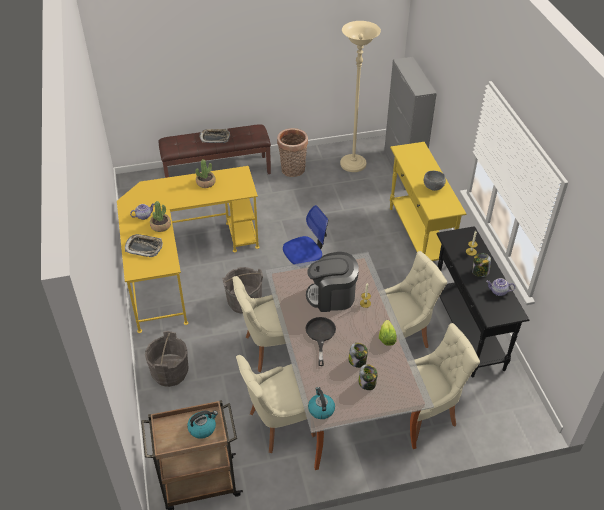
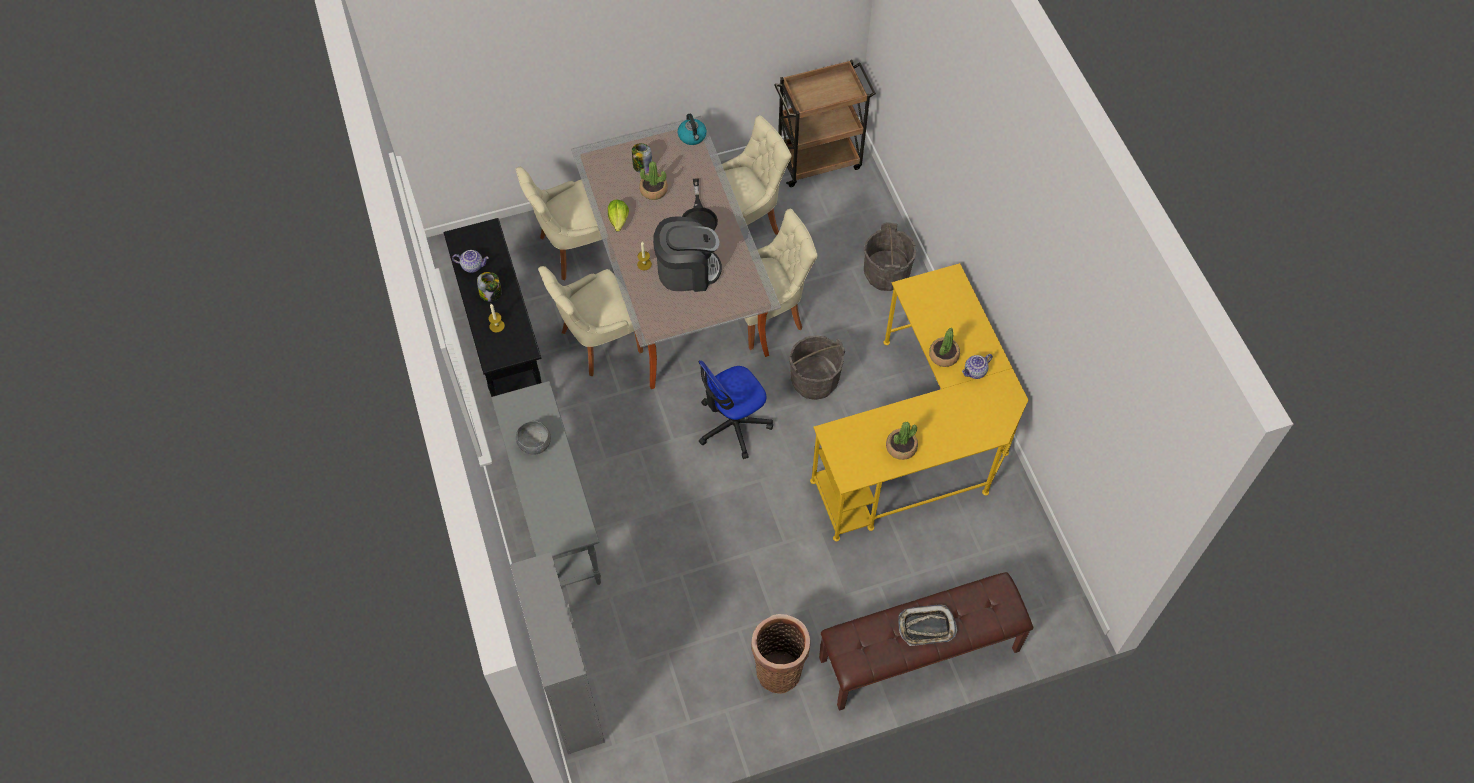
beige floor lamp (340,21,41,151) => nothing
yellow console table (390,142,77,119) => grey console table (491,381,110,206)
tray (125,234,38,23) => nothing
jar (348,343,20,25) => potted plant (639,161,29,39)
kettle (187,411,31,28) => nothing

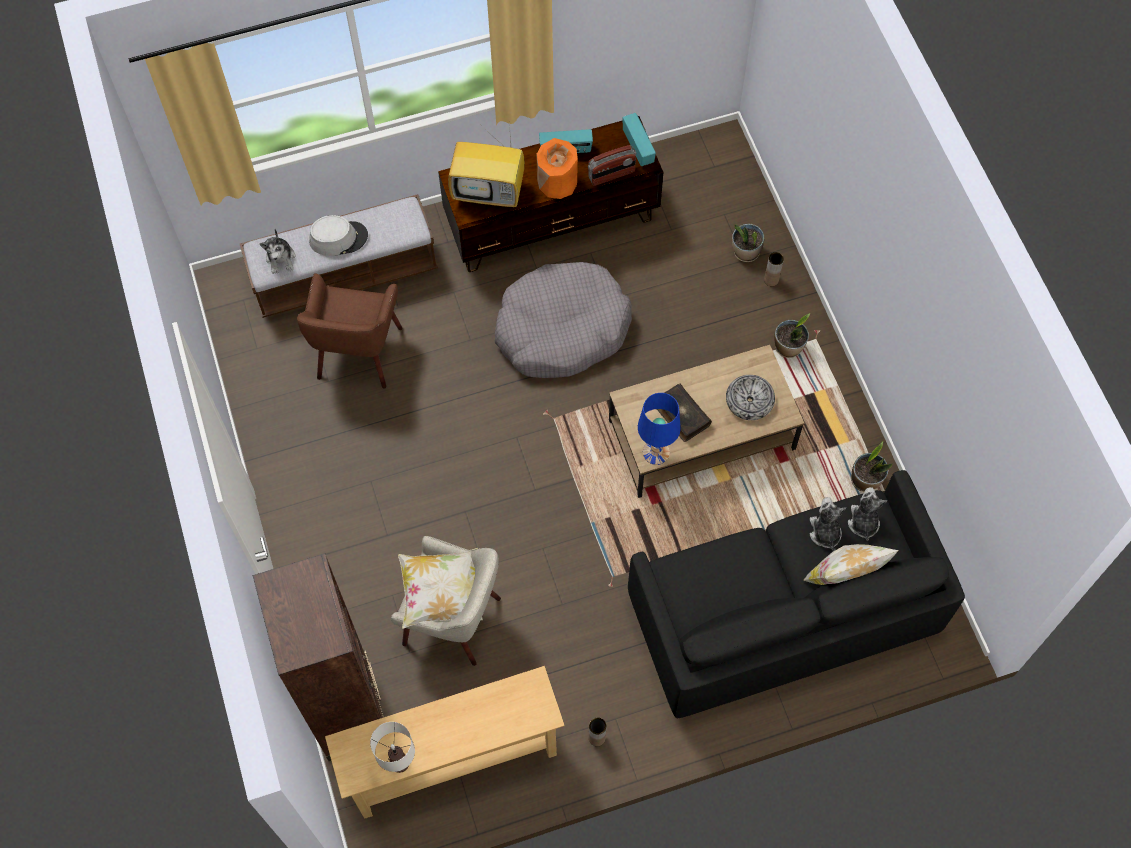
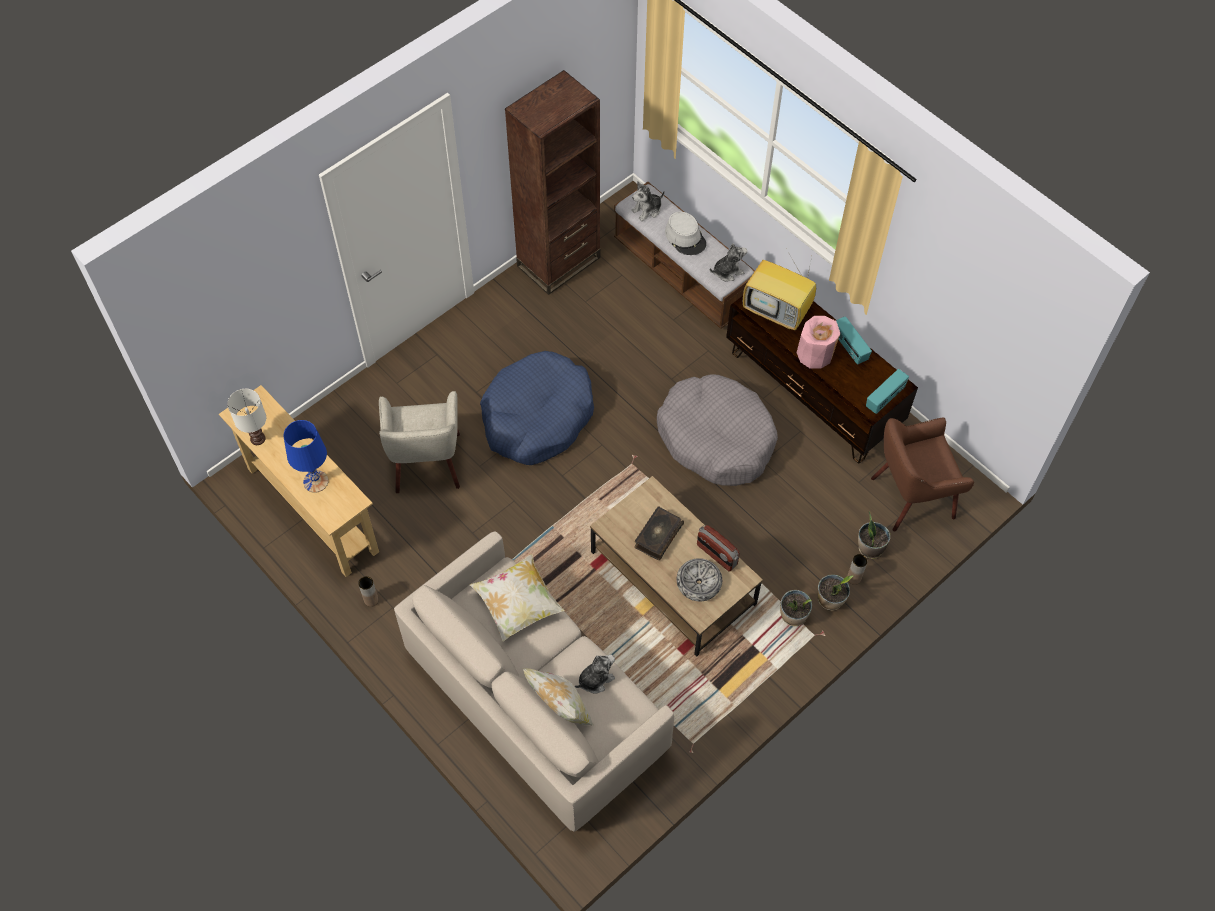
television (448,122,77,85) => television (743,247,73,83), 45 degrees counterclockwise
orange vase (537,138,41,61) => pink vase (797,316,43,53)
radio (588,145,48,41) => radio (697,525,43,46), relocated
brown armchair (297,274,106,115) => brown armchair (871,418,103,114), relocated
blue table lamp (638,393,43,72) => blue table lamp (283,420,46,73), relocated
potted plant (851,442,42,50) => potted plant (817,574,36,37), relocated
black sofa (628,470,337,249) => beige sofa (394,531,280,301)
plush toy (848,487,39,54) => plush toy (710,243,37,38), relocated
pillow (398,548,85,81) => pillow (470,554,95,88), relocated
brown bookcase (253,553,131,208) => brown bookcase (505,70,95,225), relocated
nothing => blue dog bed (480,351,114,114)

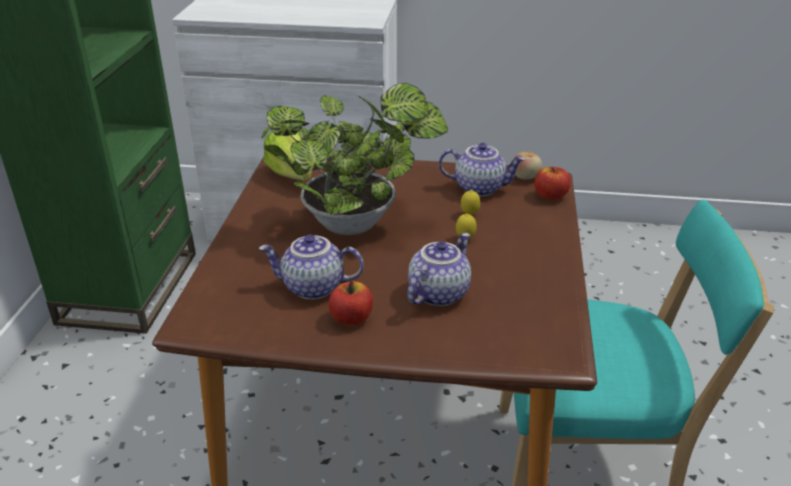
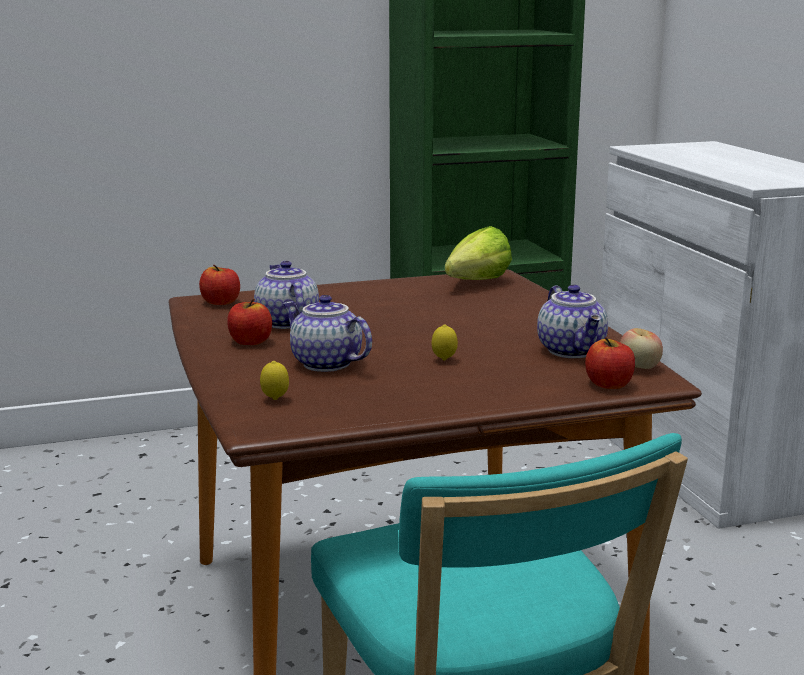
potted plant (261,83,187,152) => nothing
lemon (461,190,19,25) => lemon (260,361,29,39), relocated
teapot (407,233,64,73) => teapot (283,295,89,77), 150 degrees counterclockwise
nothing => apple (199,265,41,40)

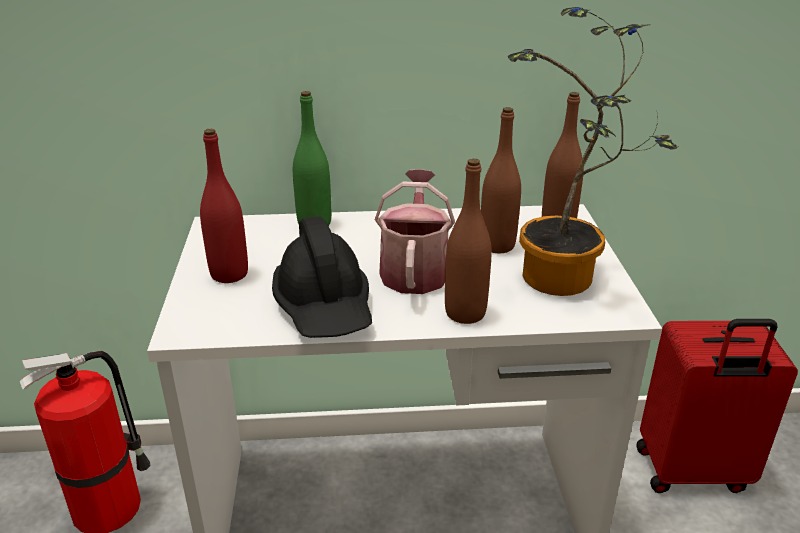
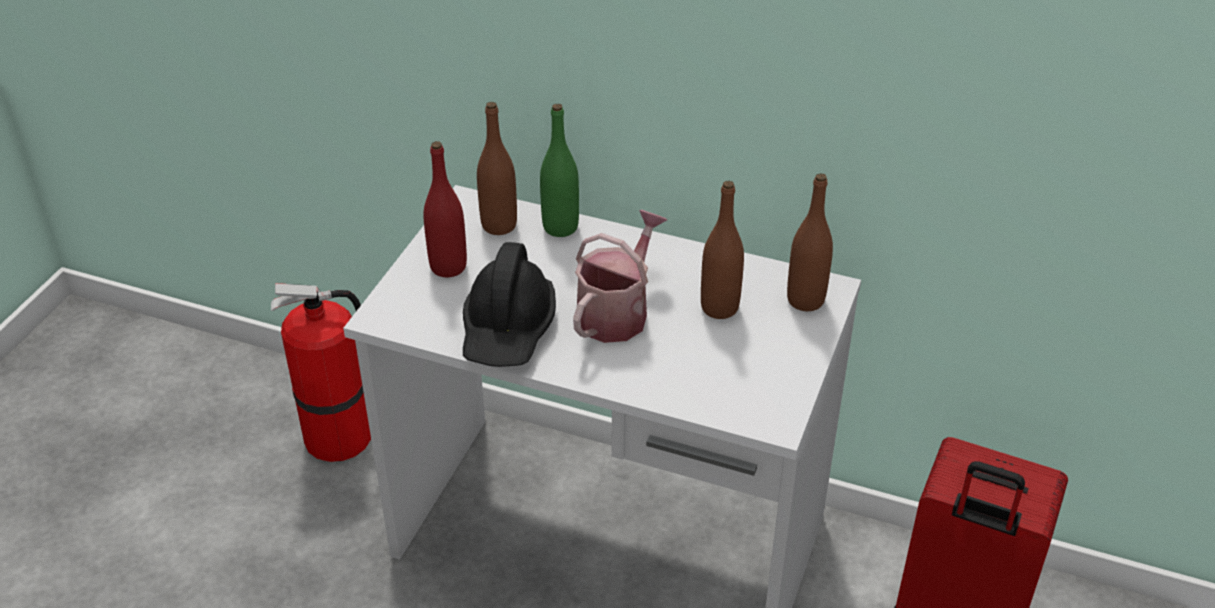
potted plant (508,7,170,289) => nothing
brown bottle (445,158,46,166) => brown bottle (477,102,40,133), relocated

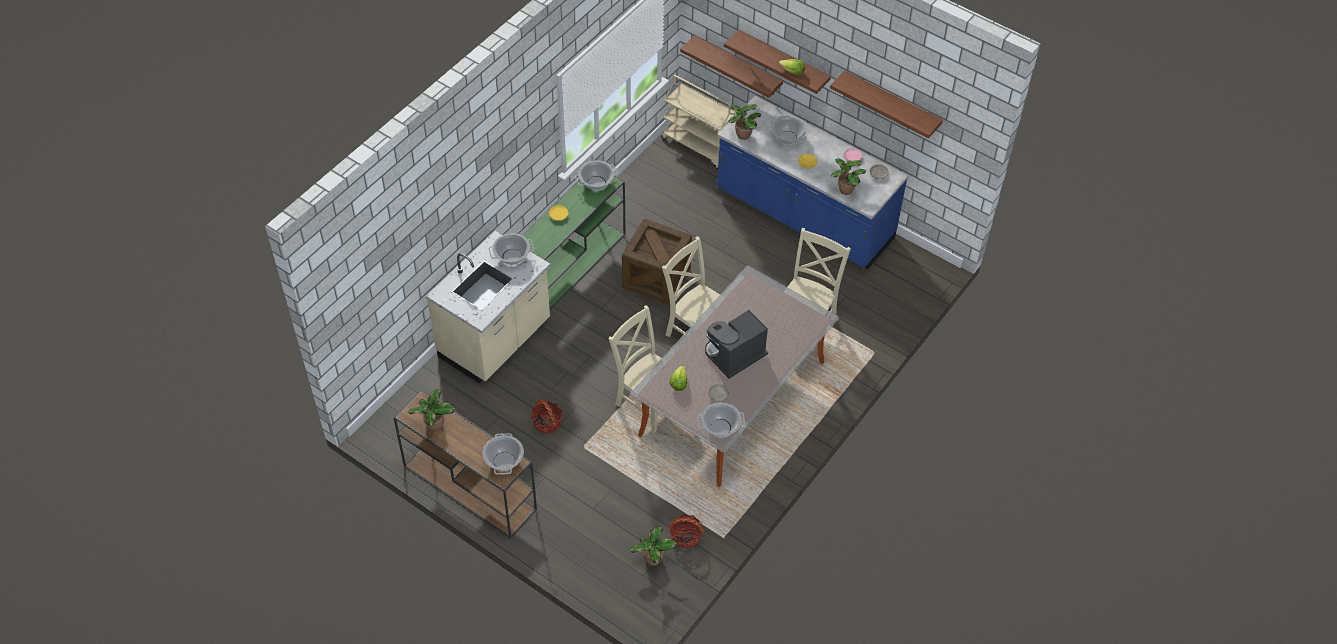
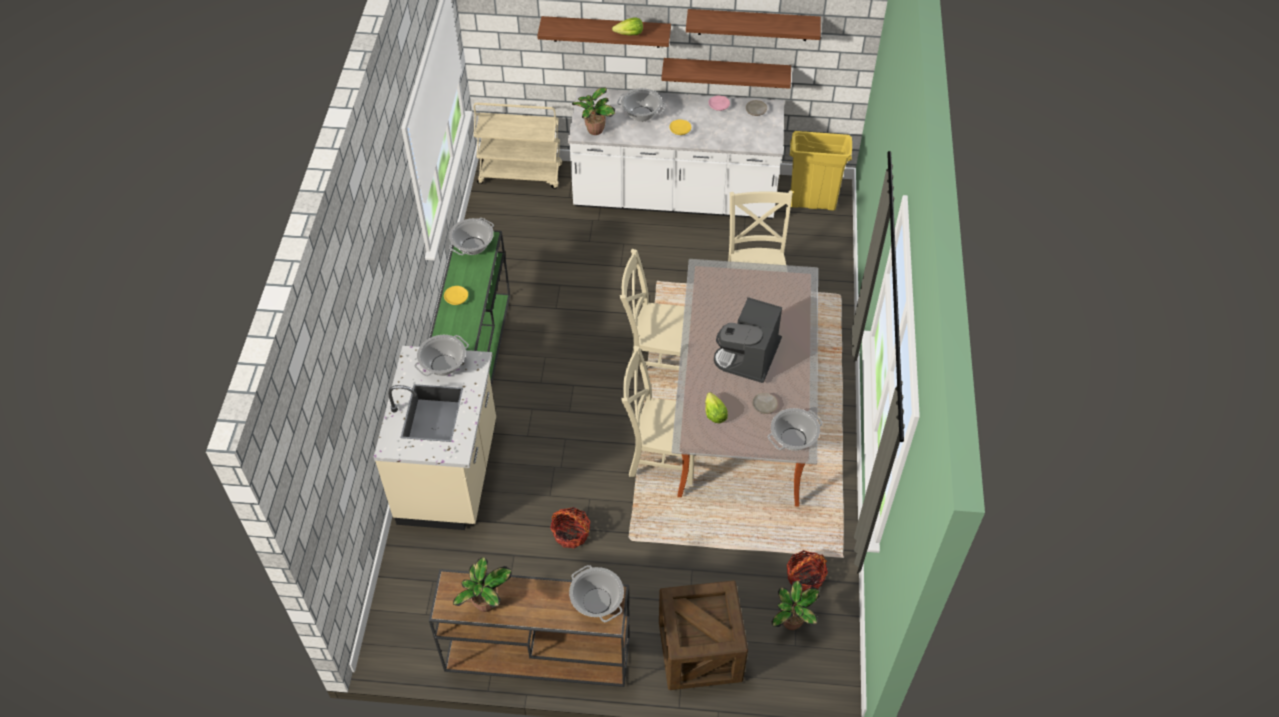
shelf (680,35,103,63) => shelf (661,58,130,31), relocated
blue counter (717,96,191,173) => white counter (568,88,216,131)
potted plant (831,159,35,36) => nothing
crate (622,219,70,86) => crate (659,580,89,110), relocated
nothing => yellow trash can (790,131,62,80)

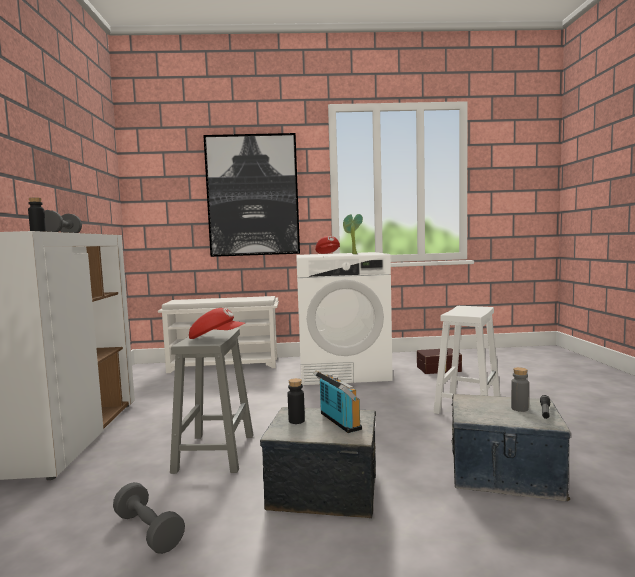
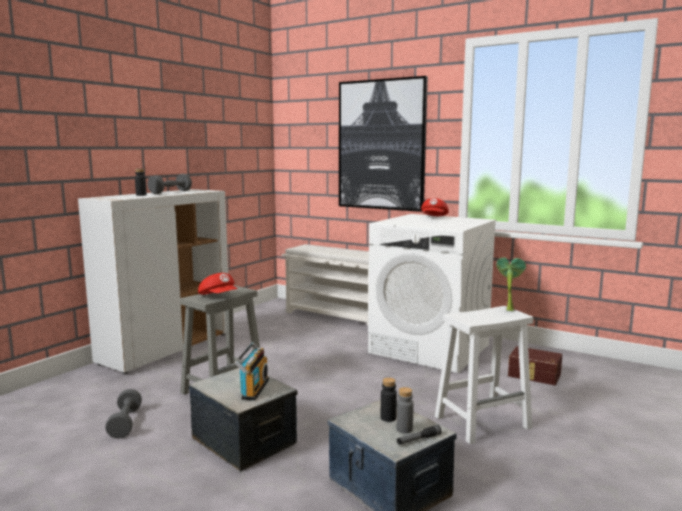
potted plant (343,214,20,40) => potted plant (496,257,30,54), relocated
black bottle (288,378,17,46) => black bottle (381,378,16,44), relocated

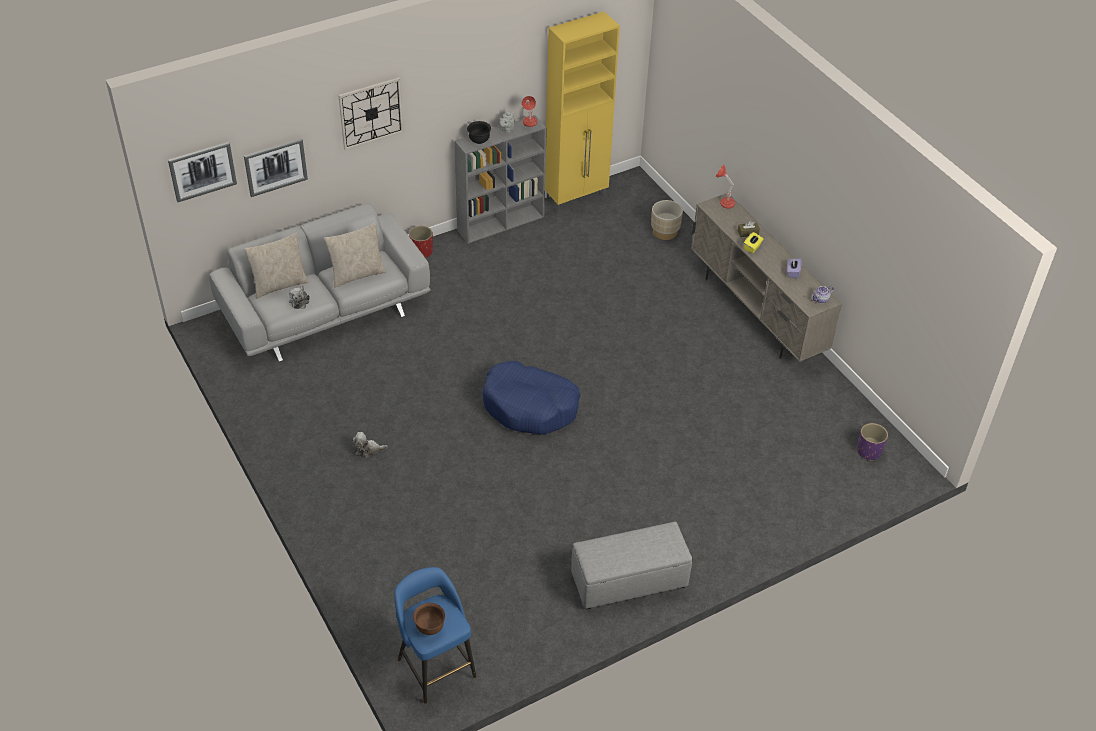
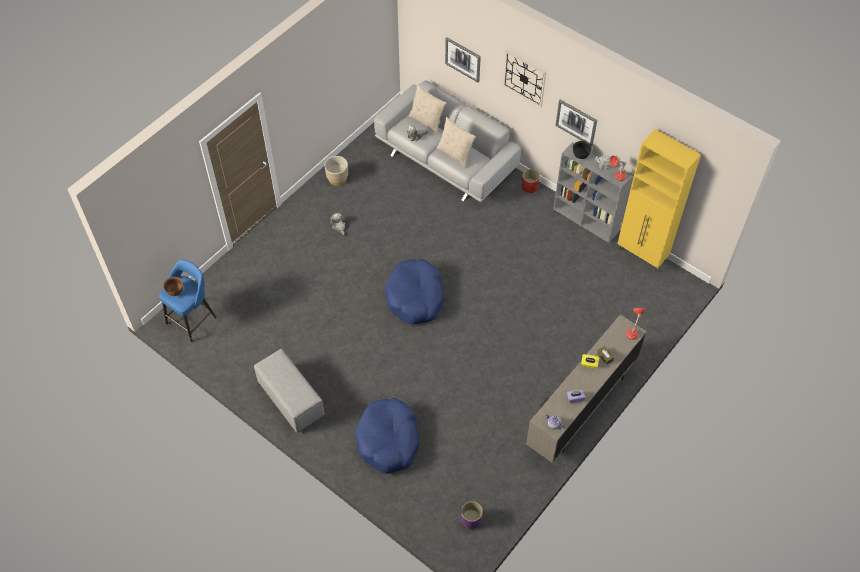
picture (168,142,69,60) => picture (556,99,41,47), relocated
beige planter (651,200,32,40) => beige planter (324,156,24,30), relocated
nothing => blue dog bed (355,398,65,76)

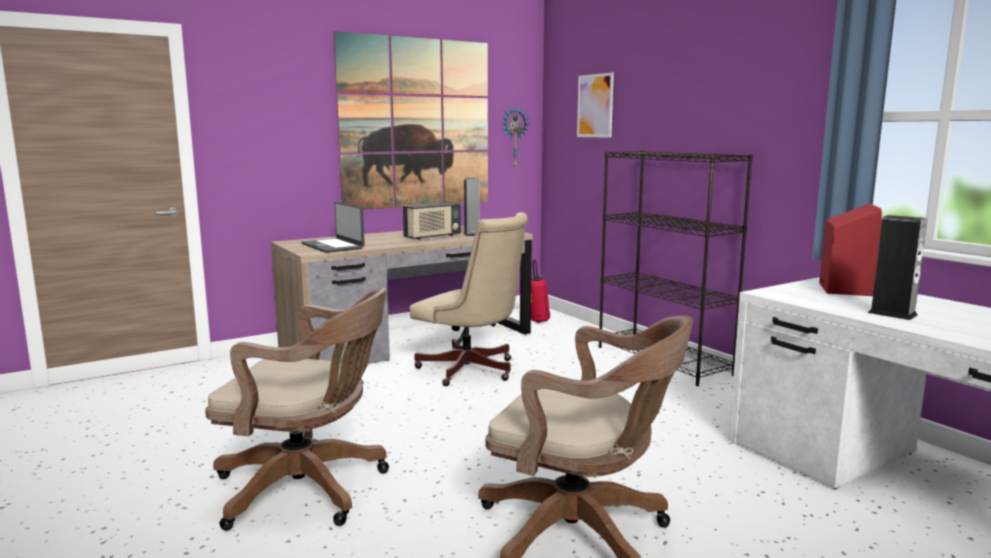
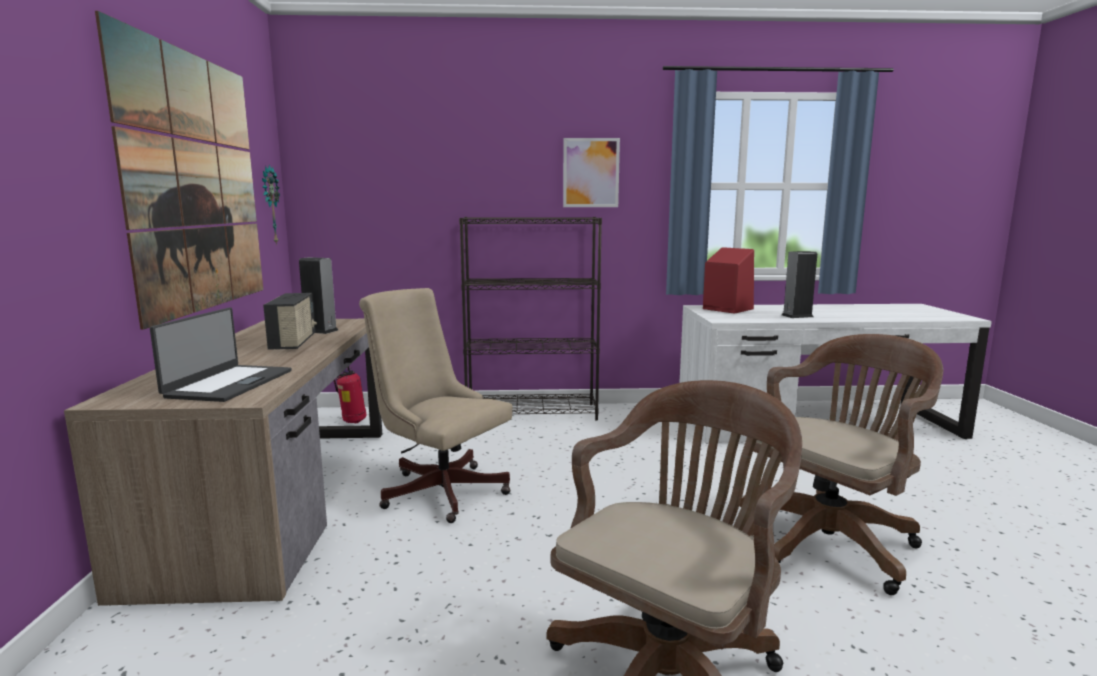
picture (577,72,37,66) => picture (563,138,57,69), relocated
laptop (301,202,64,51) => laptop (150,307,141,95), 75 degrees counterclockwise
beige office chair (409,212,119,174) => beige office chair (359,288,153,235), 120 degrees counterclockwise

